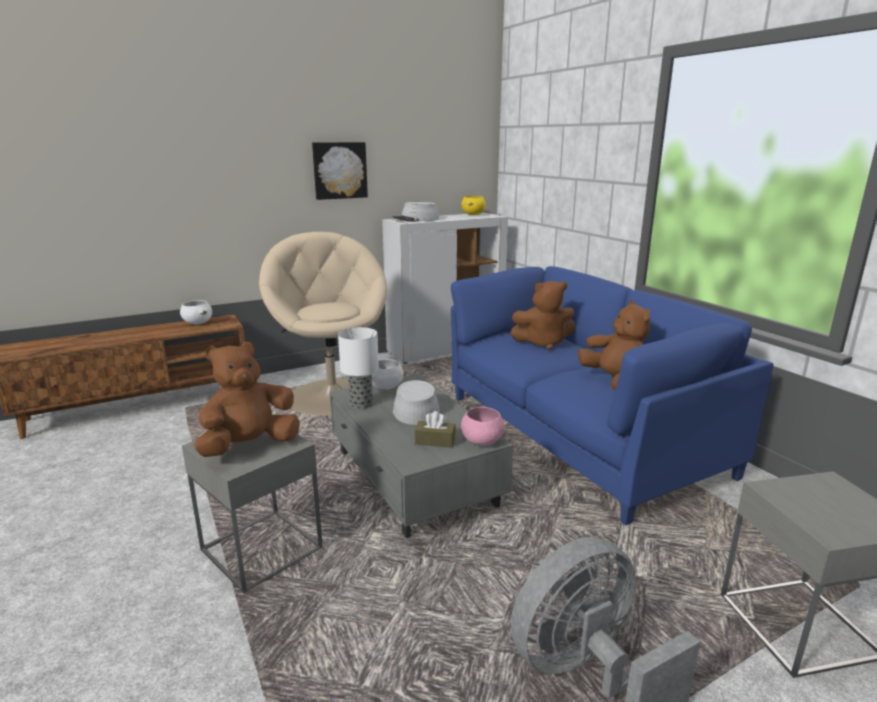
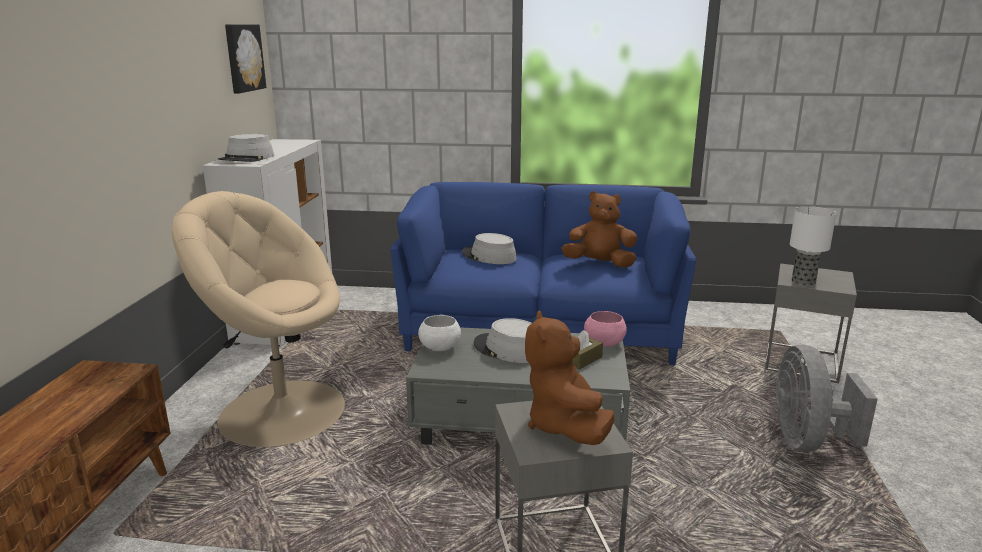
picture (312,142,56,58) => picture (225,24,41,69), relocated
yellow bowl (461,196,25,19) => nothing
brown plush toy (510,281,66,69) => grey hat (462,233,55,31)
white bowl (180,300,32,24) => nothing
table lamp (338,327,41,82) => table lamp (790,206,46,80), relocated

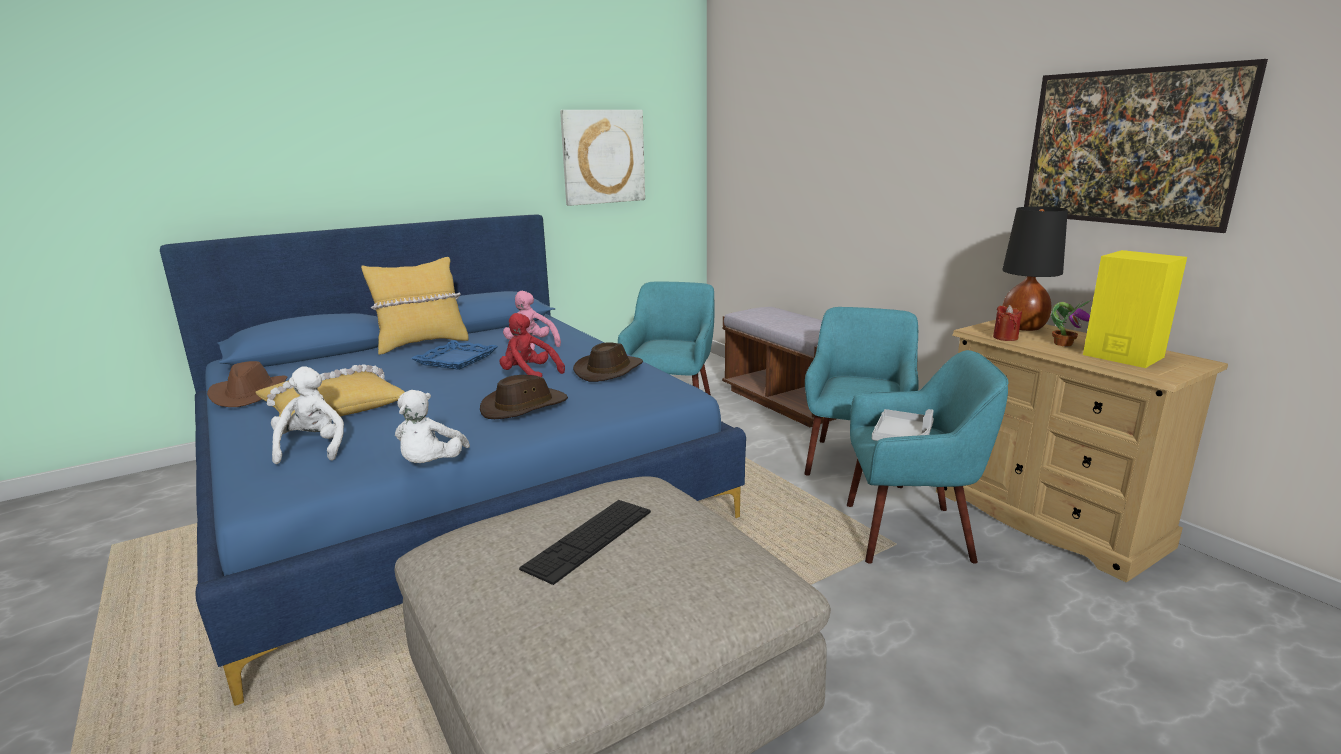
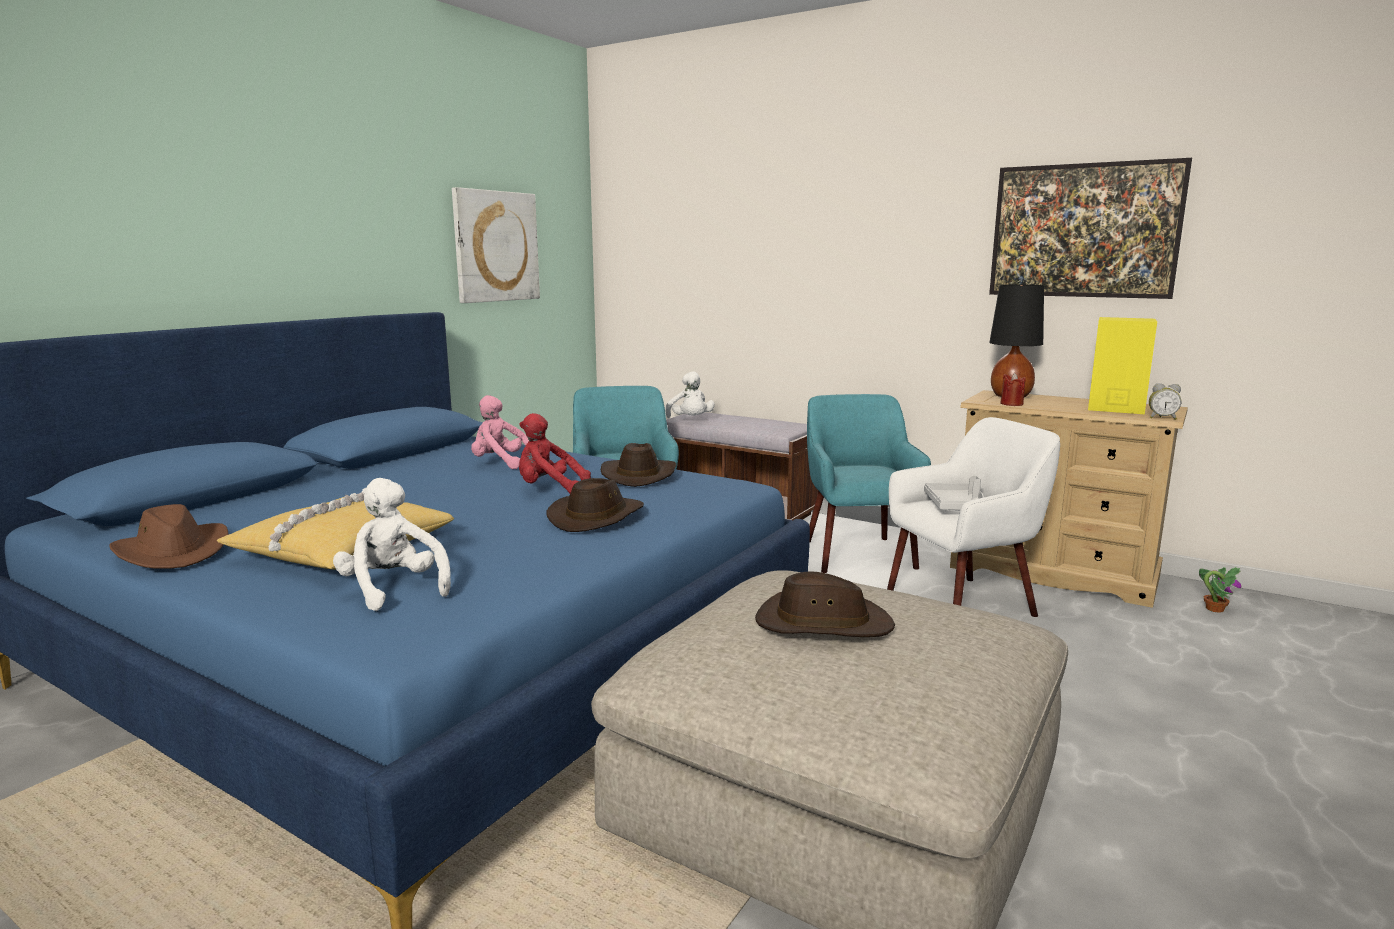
yellow pillow (361,257,107,98) => nothing
potted plant (1051,300,40,46) => potted plant (1199,567,42,45), relocated
blue tray (411,340,87,30) => nothing
turquoise armchair (847,350,162,214) => white armchair (887,417,173,200)
white plush toy (395,390,75,73) => white plush toy (665,371,50,47), relocated
keyboard (519,500,132,85) => brown hat (755,571,140,66)
nothing => alarm clock (1149,383,32,37)

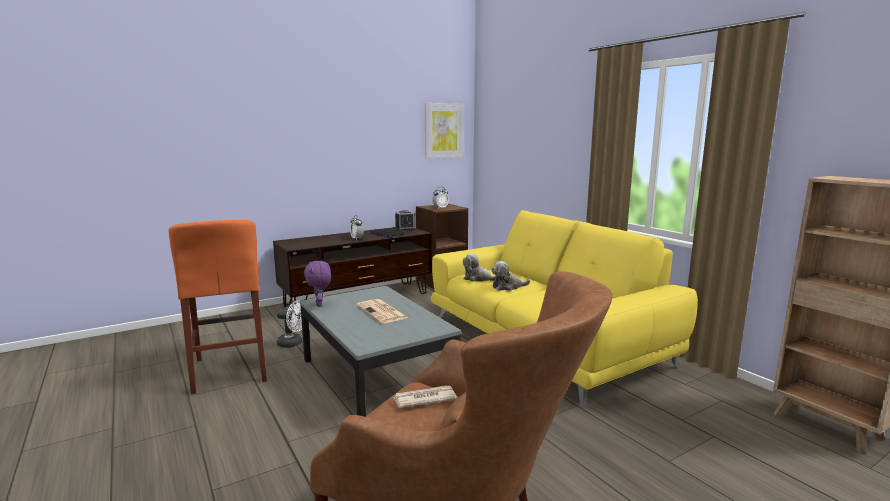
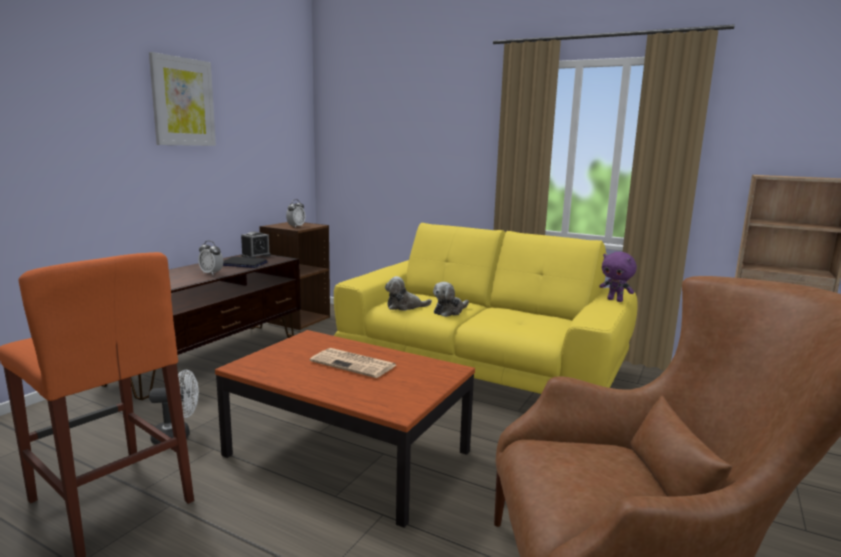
picture (425,103,38,56) => picture (149,52,67,94), relocated
purple plush toy (304,261,27,46) => purple plush toy (599,252,38,50), relocated
grey coffee table (300,286,161,131) => brown coffee table (215,330,260,198)
newspaper (393,385,64,23) => nothing

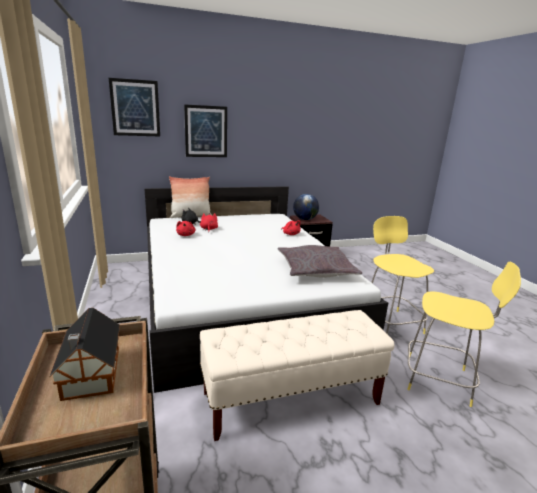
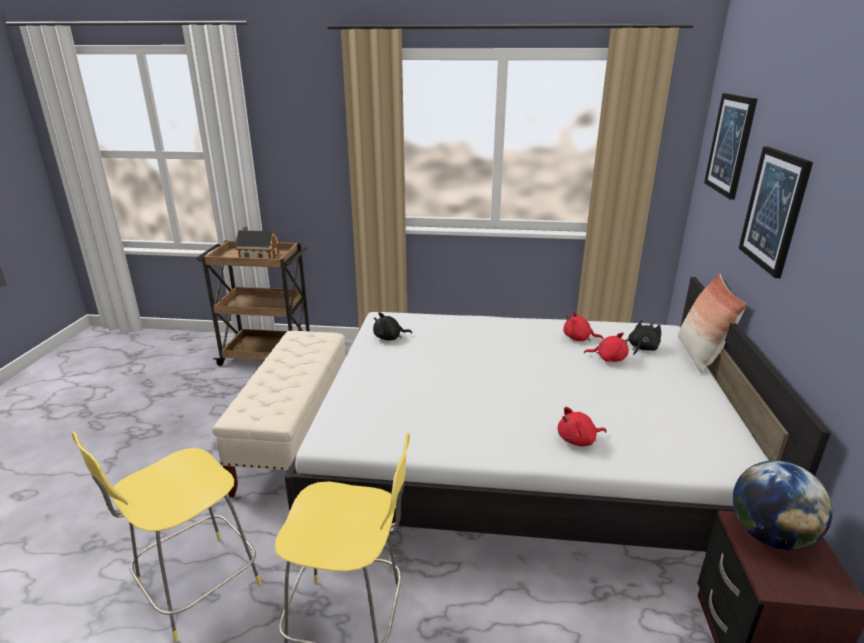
grey pillow (278,245,84,33) => nothing
nothing => black plush toy (373,312,39,29)

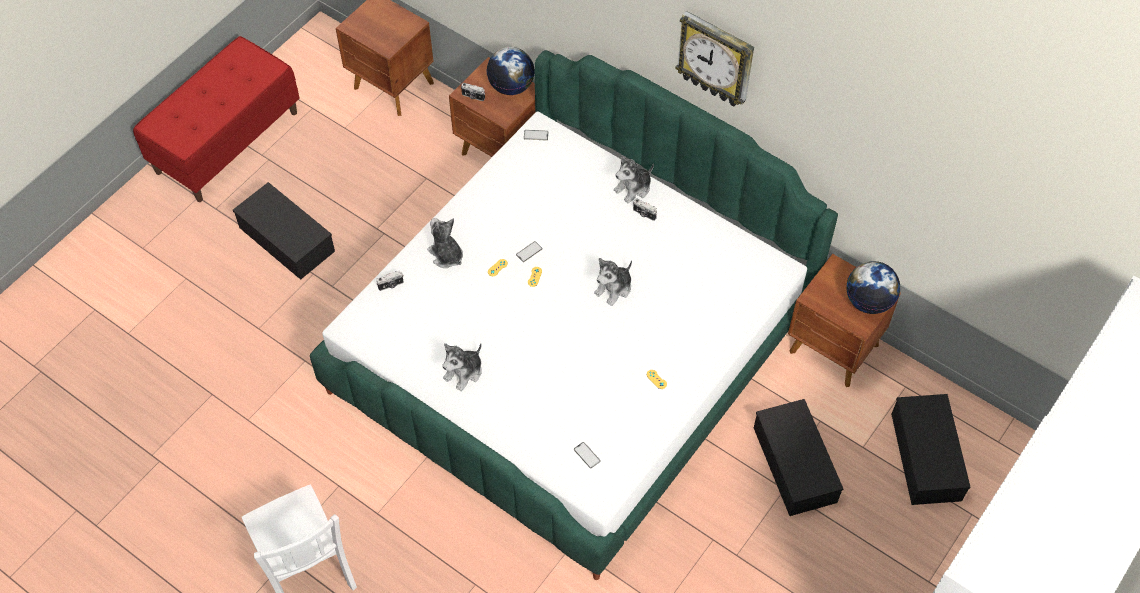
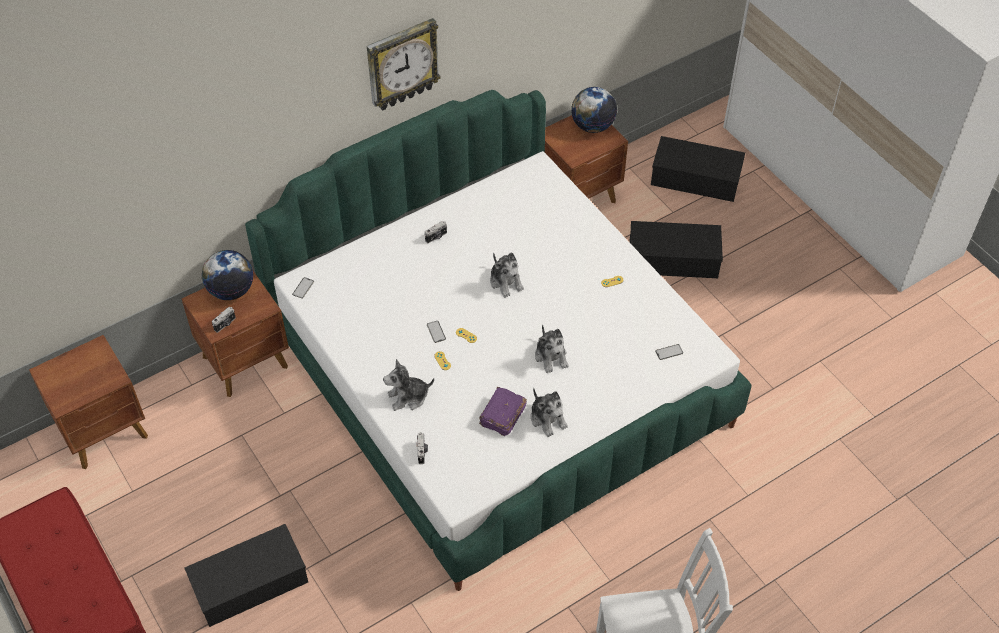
plush toy (614,155,40,48) => plush toy (535,324,33,49), relocated
nothing => purple book (479,387,48,49)

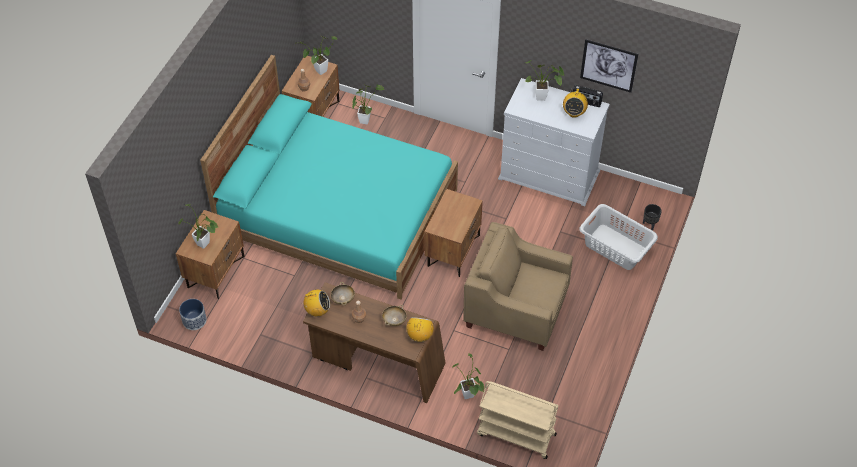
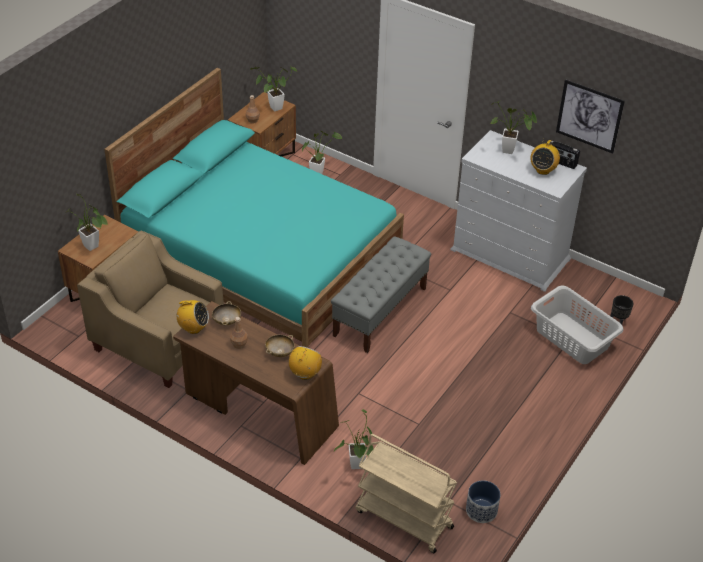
brown nightstand (425,189,58,88) => grey bench (331,236,100,117)
beige armchair (463,222,110,129) => beige armchair (77,231,147,157), relocated
planter (179,299,28,31) => planter (466,480,34,43), relocated

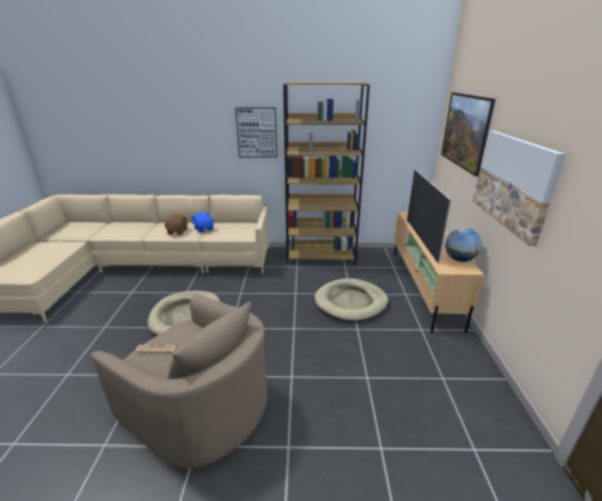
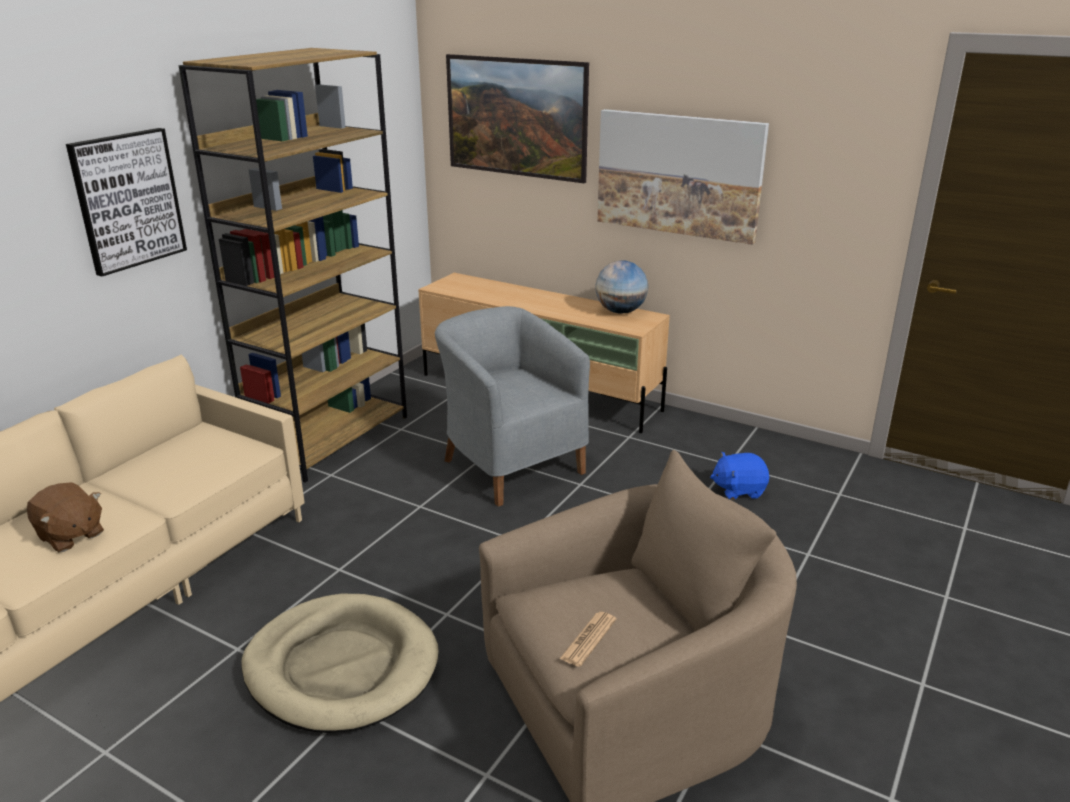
television (407,169,44,94) => nothing
blue plush toy (191,212,23,21) => blue plush toy (710,452,59,47), relocated
beige dog bed (314,278,74,44) => grey armchair (435,306,155,201)

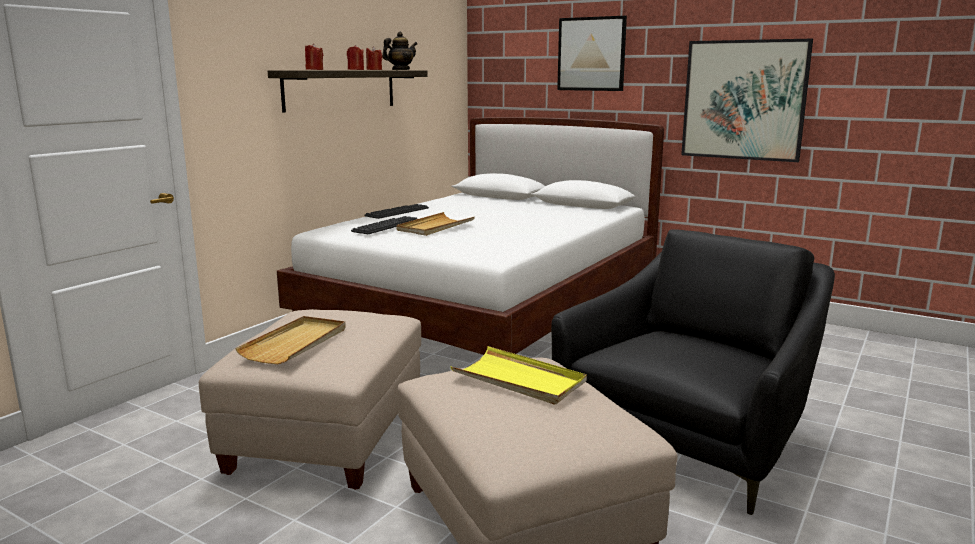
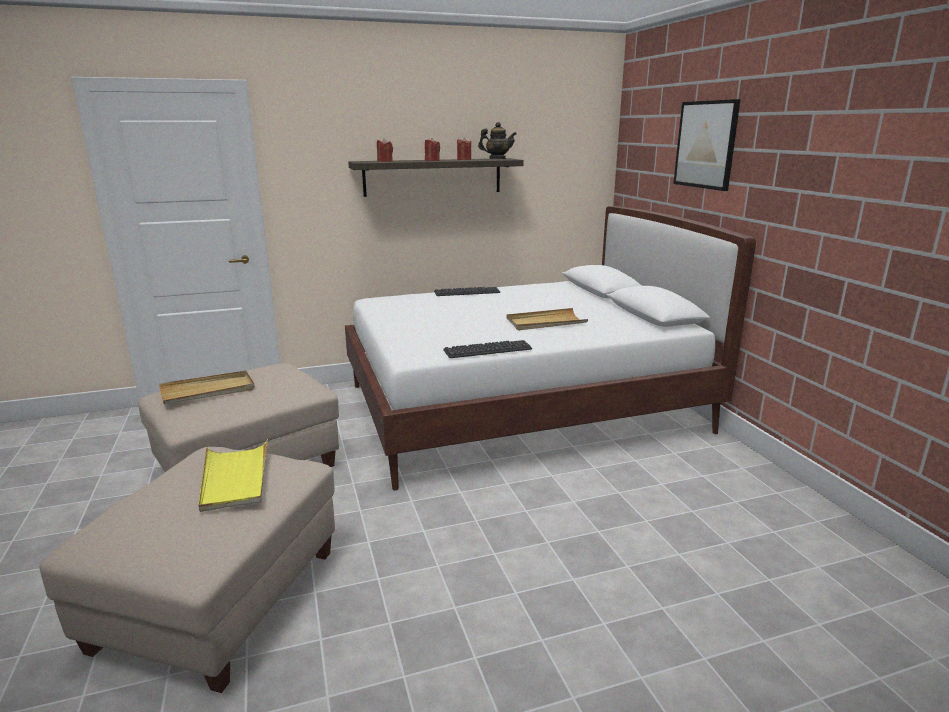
picture (681,39,132,123) => nothing
beige tray (397,212,78,24) => beige tray (506,308,82,22), relocated
keyboard (351,216,66,18) => keyboard (443,340,89,18), relocated
black armchair (551,229,284,286) => nothing

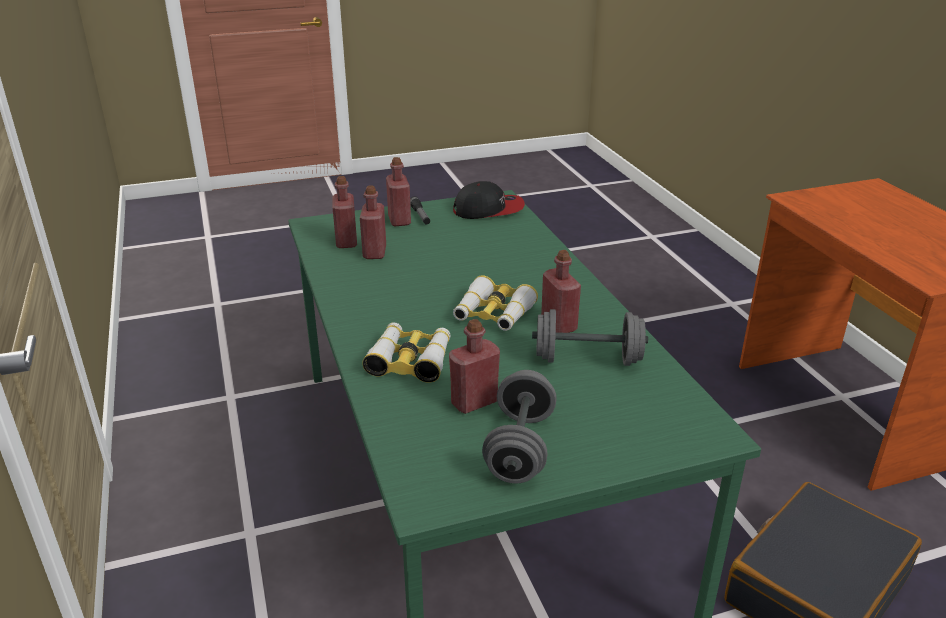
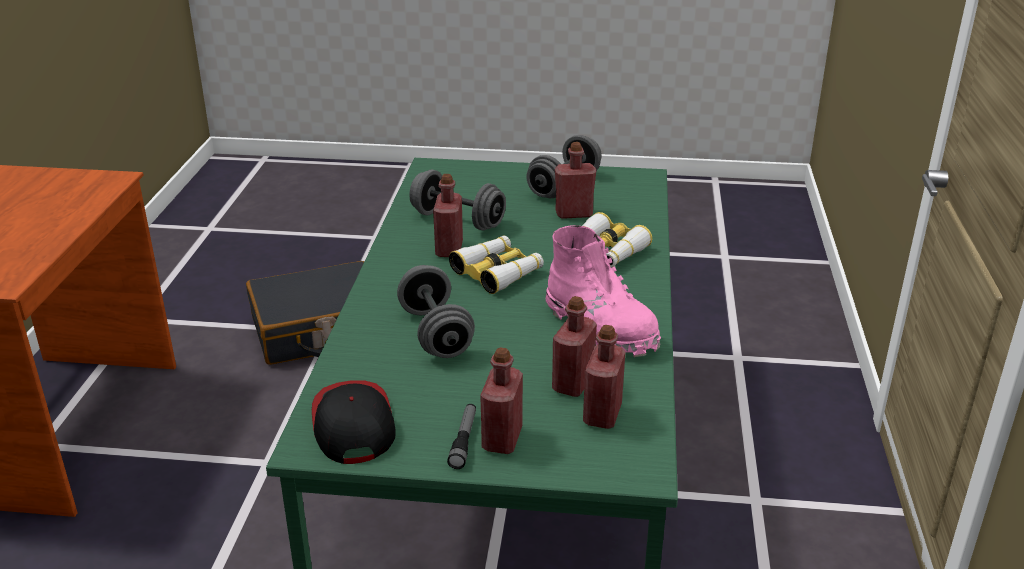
cap (453,181,72,38) => cap (312,380,84,84), 60 degrees clockwise
nothing => pink boot (546,225,115,132)
nothing => grey dumbbell (397,265,78,93)

